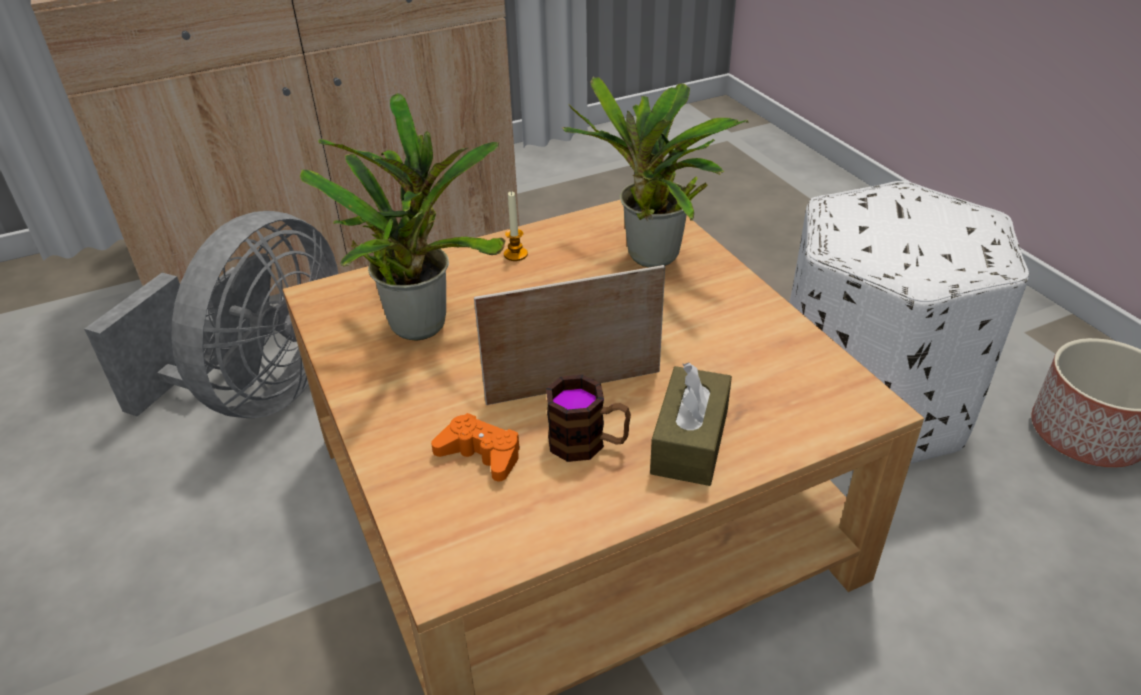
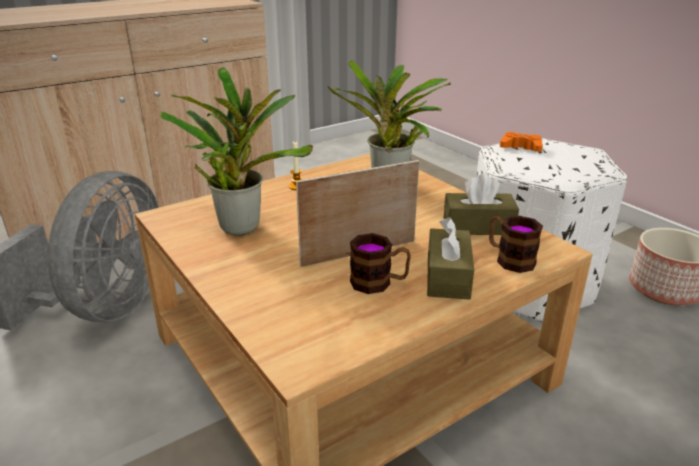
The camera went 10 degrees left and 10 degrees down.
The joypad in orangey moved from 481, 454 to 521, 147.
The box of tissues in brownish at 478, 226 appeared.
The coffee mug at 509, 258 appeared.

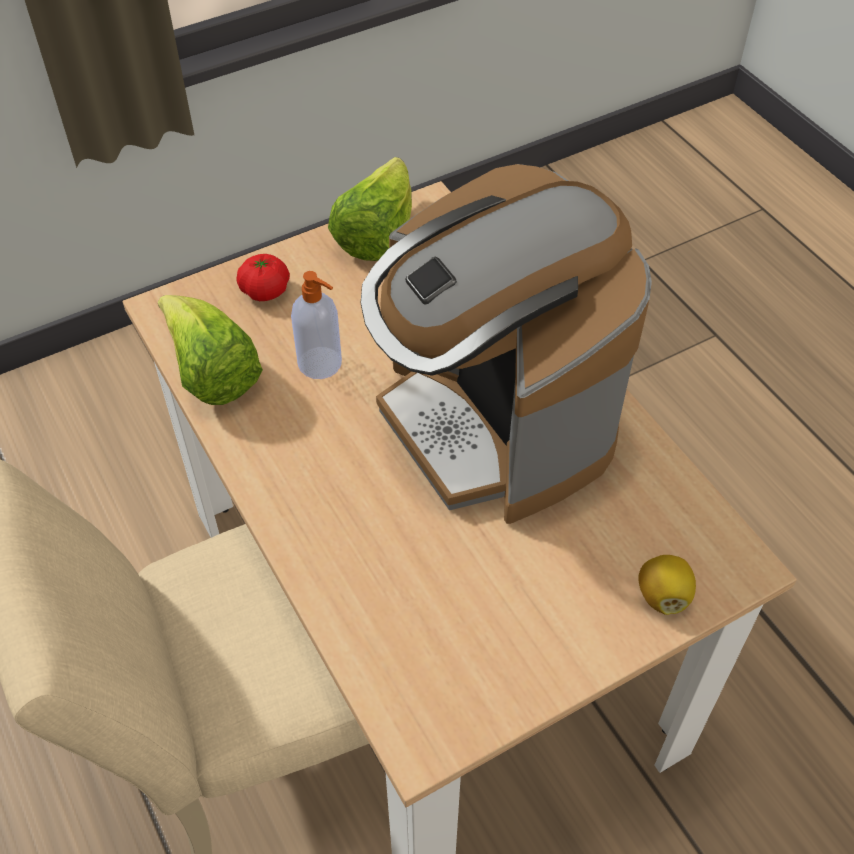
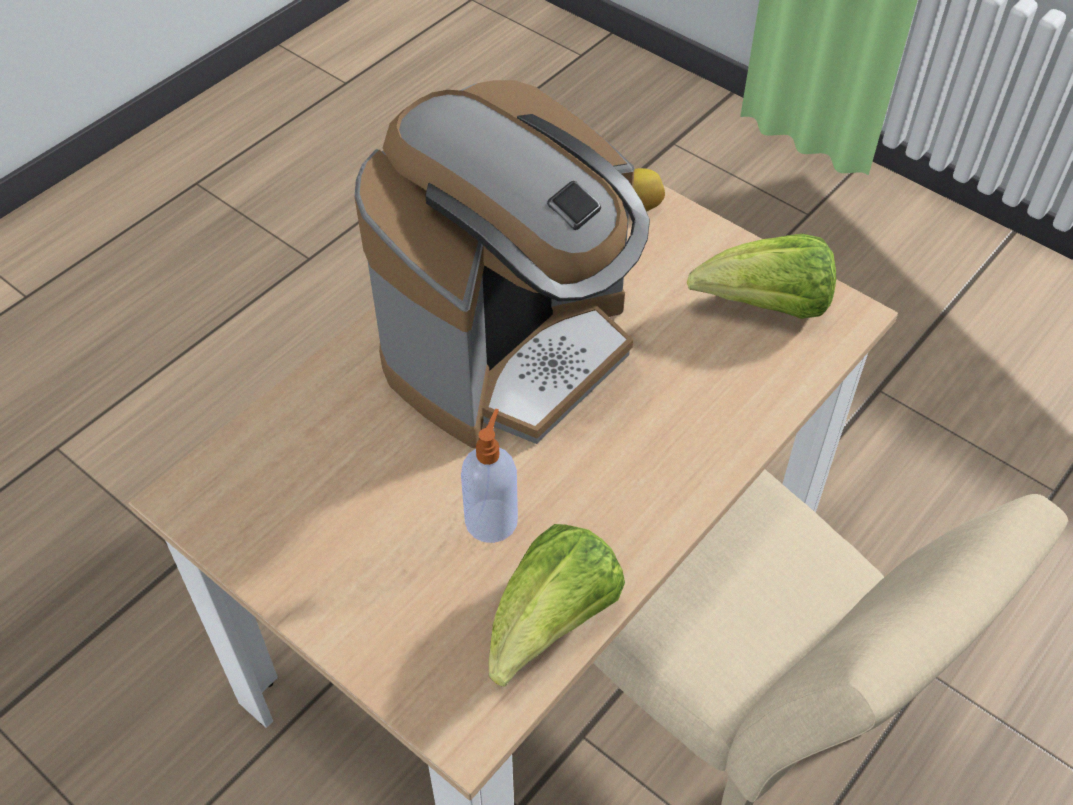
The camera went 110 degrees left and 0 degrees up.
The lettuce moved from 376, 235 to 766, 307.
The tomato at 265, 291 disappeared.

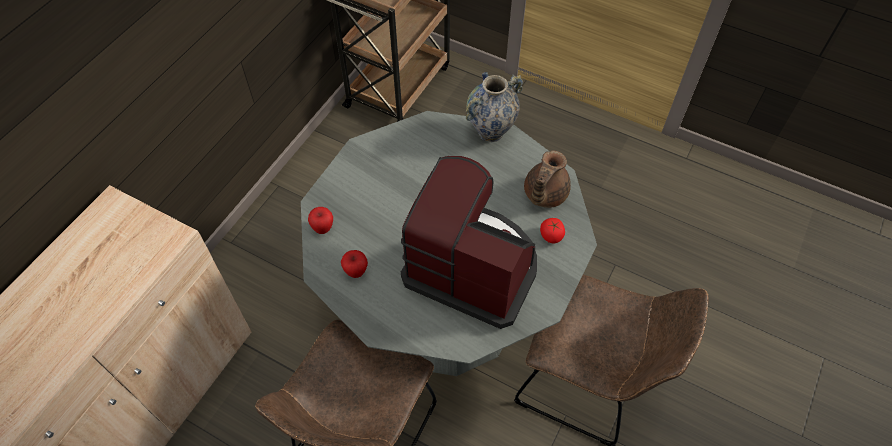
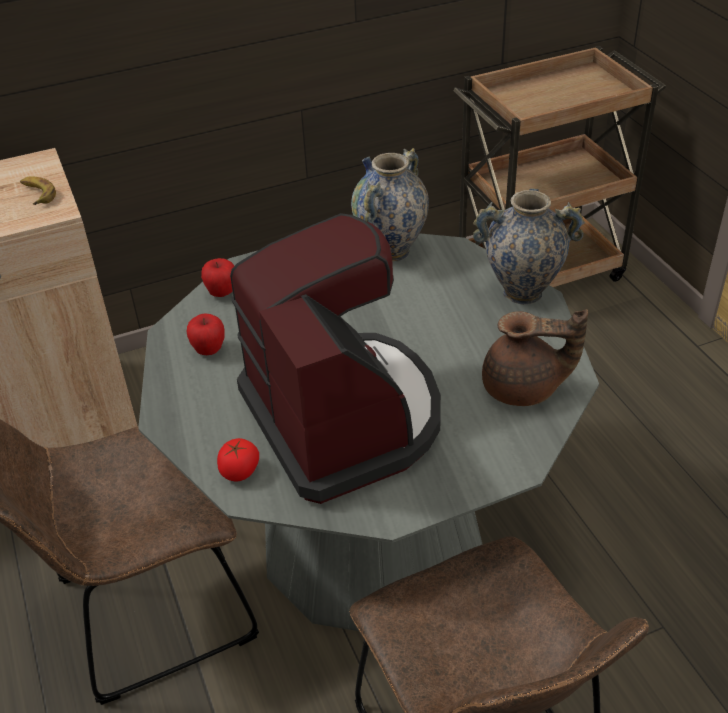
The camera went 40 degrees right and 15 degrees down.
The tea pot in brownish at 544, 194 turned 150 degrees counterclockwise.
The tomato moved from 551, 236 to 240, 471.
The vase at 391, 251 appeared.
The whole banana at 37, 194 appeared.

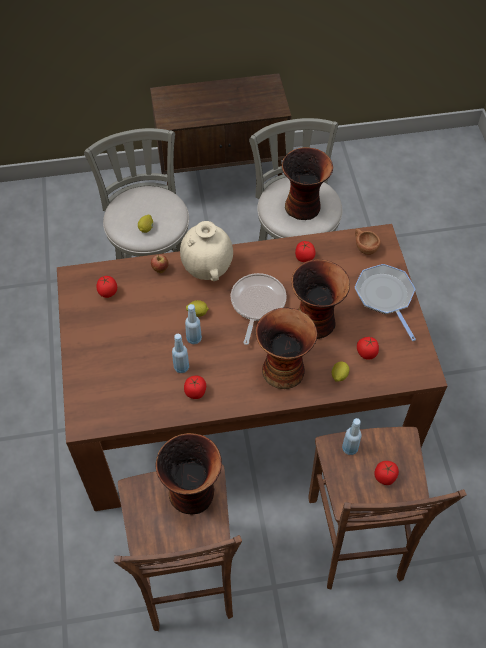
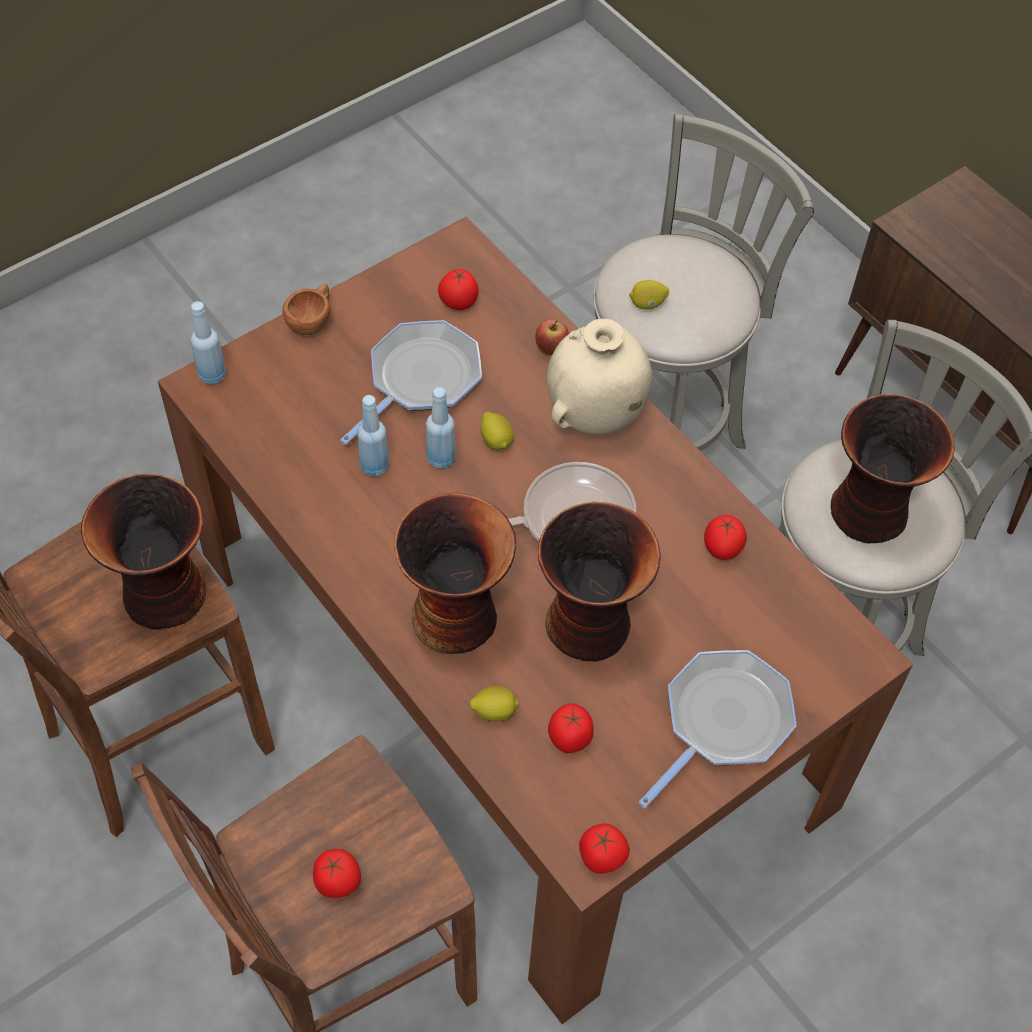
The camera went 60 degrees right and 0 degrees up.
The drinking cup in brownish moved from 364, 247 to 312, 321.
The tomato moved from 195, 392 to 602, 858.
The beverage bottle in blue moved from 350, 448 to 212, 375.
The skillet at 420, 379 appeared.

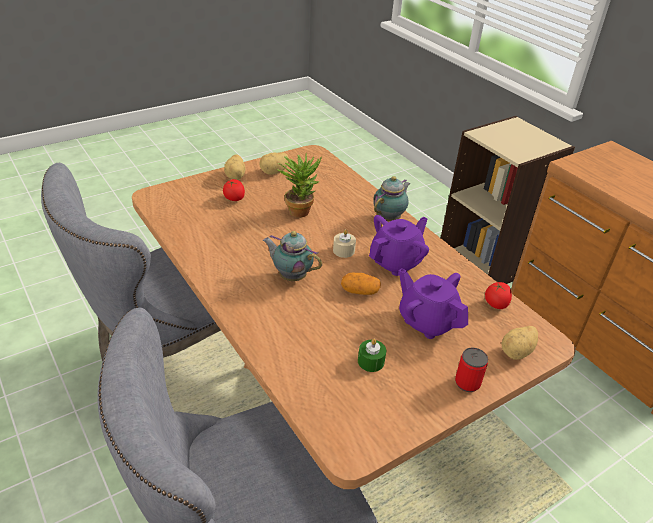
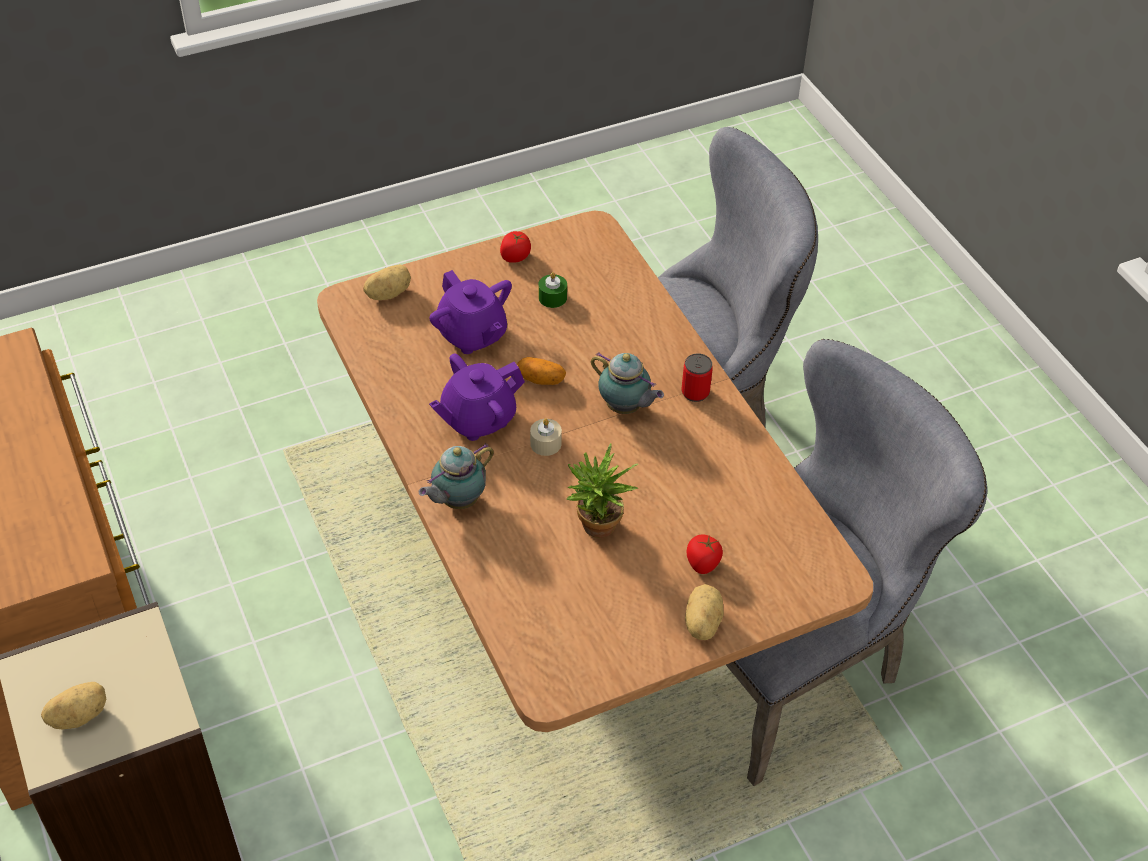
The camera went 170 degrees left and 10 degrees up.
The potato moved from 274, 172 to 79, 715.
The tomato moved from 496, 304 to 515, 257.
The can moved from 467, 383 to 695, 392.

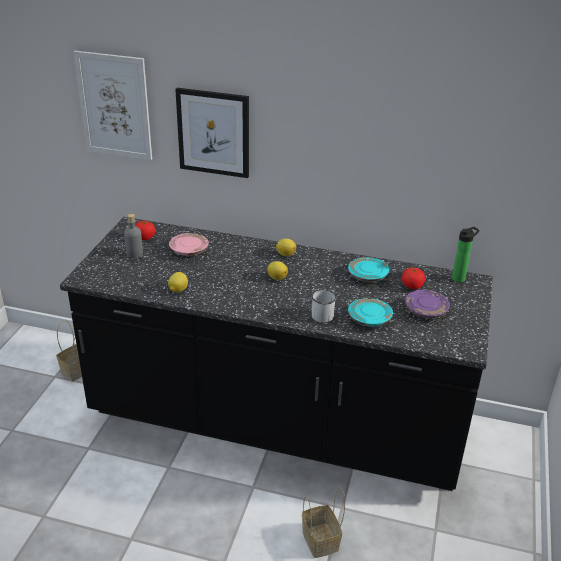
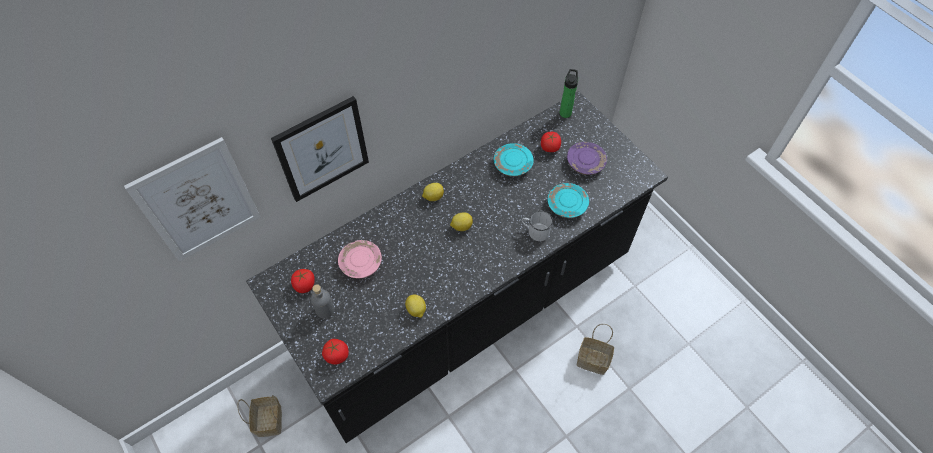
The camera went 50 degrees left and 25 degrees up.
The tomato at 337, 355 appeared.

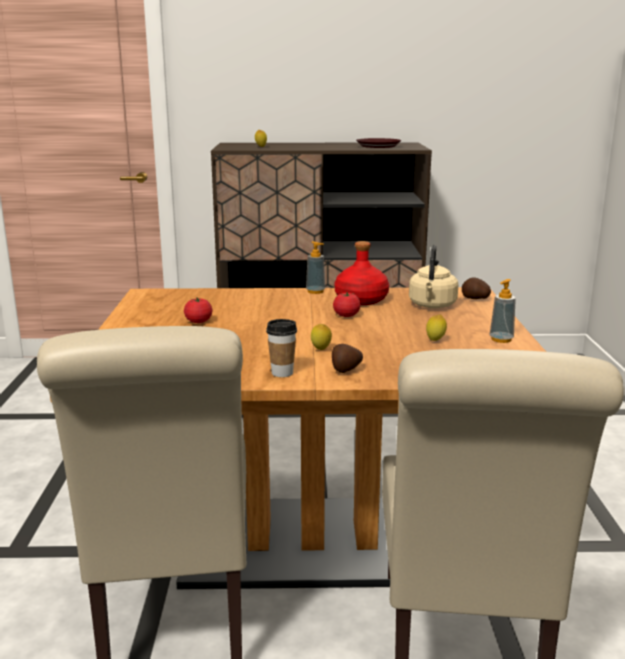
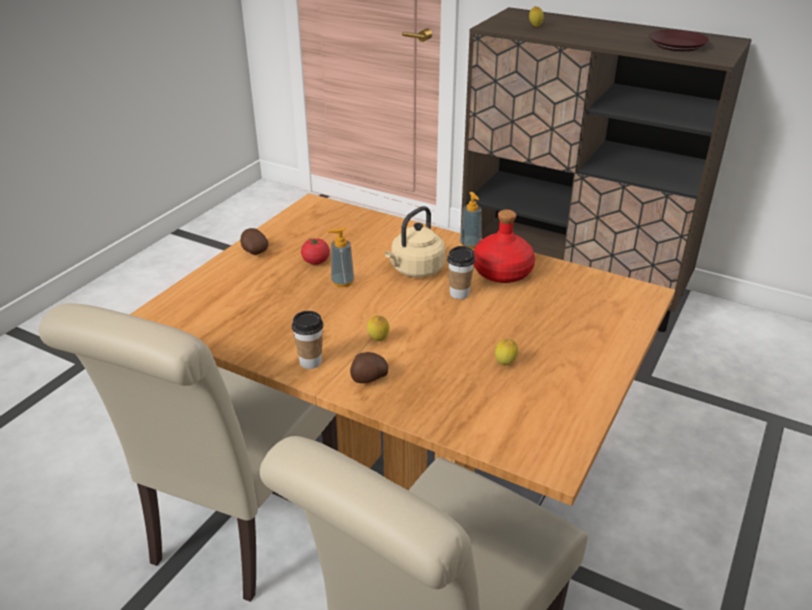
The camera went 30 degrees right and 15 degrees up.
The kettle in sand-coloured moved from 432, 306 to 415, 270.
The potato moved from 475, 299 to 254, 251.
The soap bottle moved from 501, 339 to 342, 282.
The tomato at 346, 315 was replaced by the drinking cup at 459, 294.

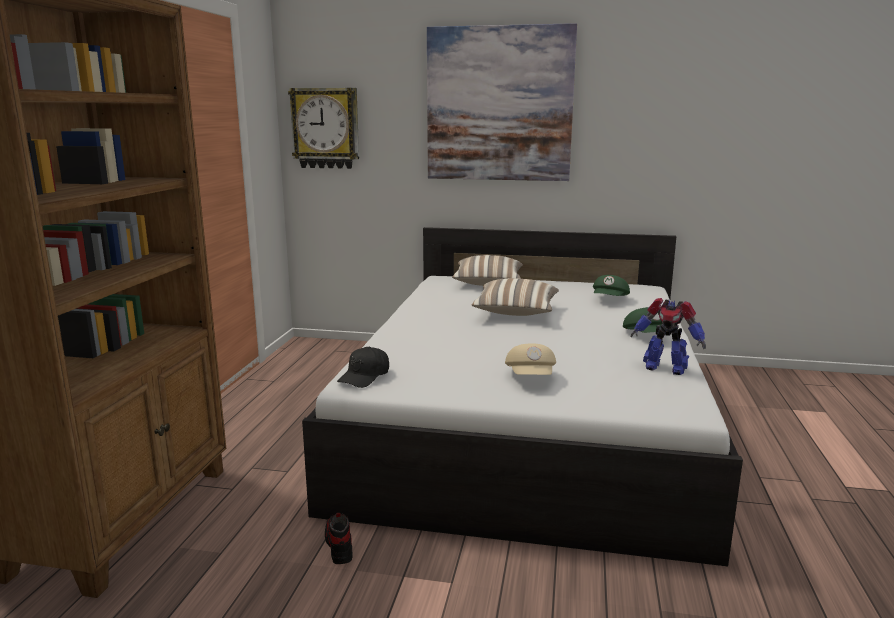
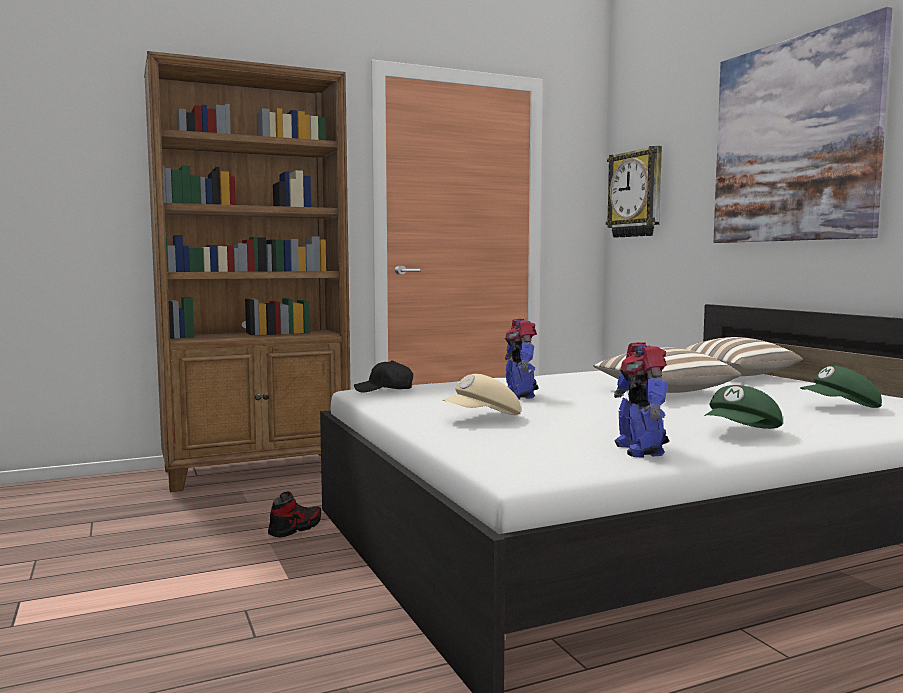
The camera went 55 degrees right and 10 degrees down.
The robot figure at 520, 395 appeared.

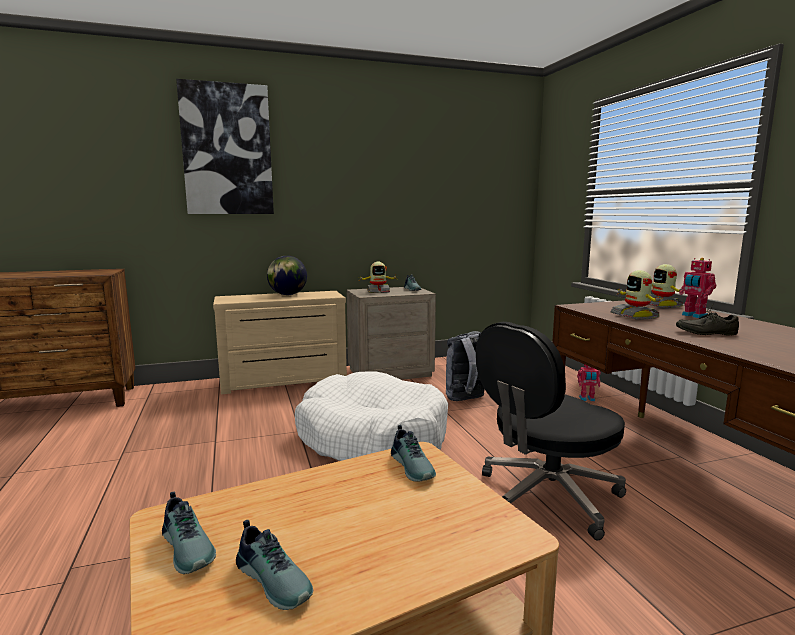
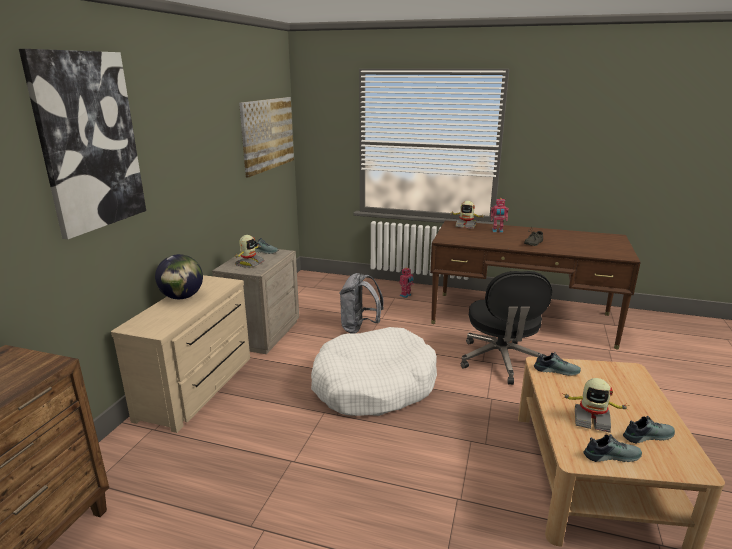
The camera went 55 degrees left and 10 degrees up.
The robot figure moved from 635, 316 to 591, 420.
The picture at 268, 134 appeared.

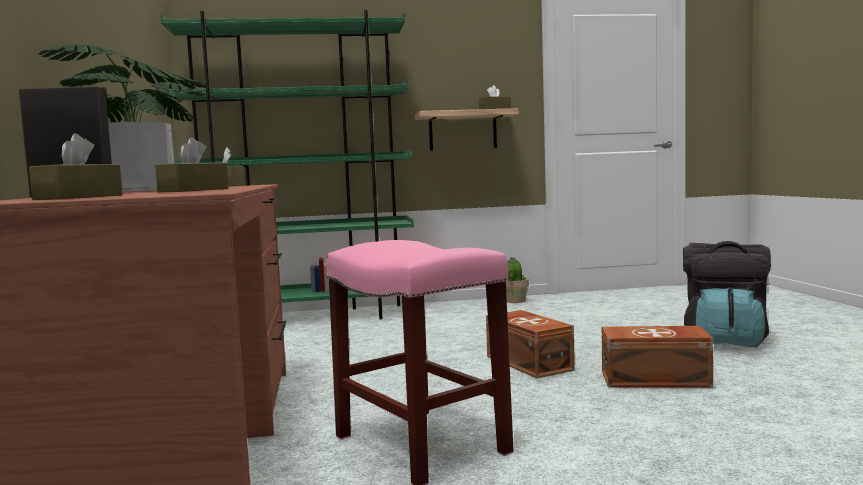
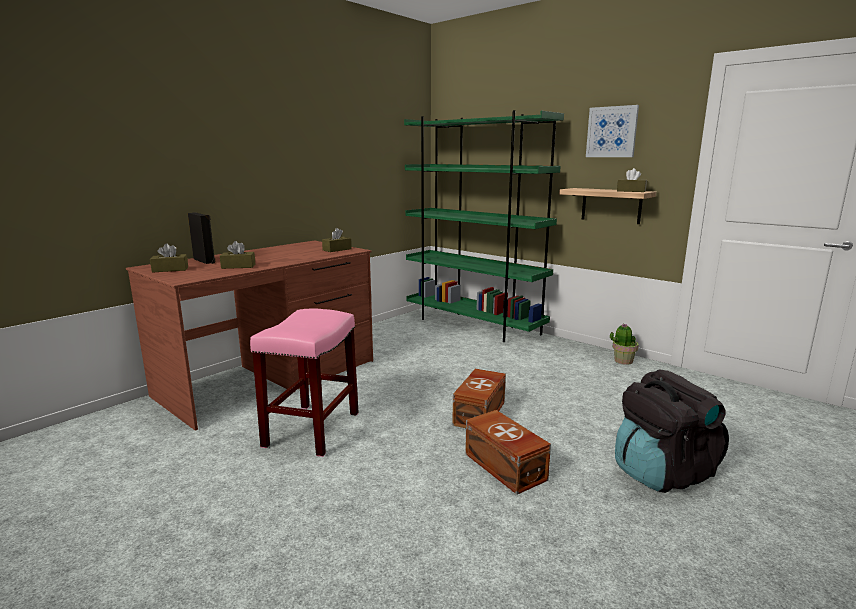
The camera went 50 degrees right and 10 degrees up.
The potted plant at 139, 190 disappeared.
The picture at 612, 132 appeared.

